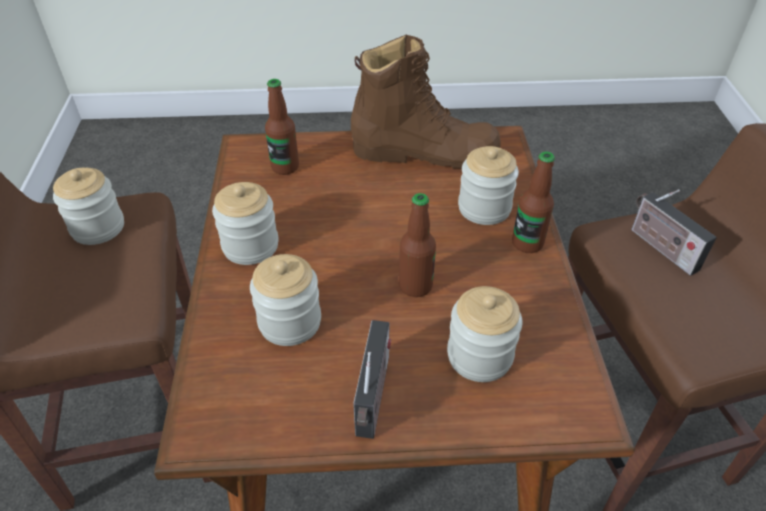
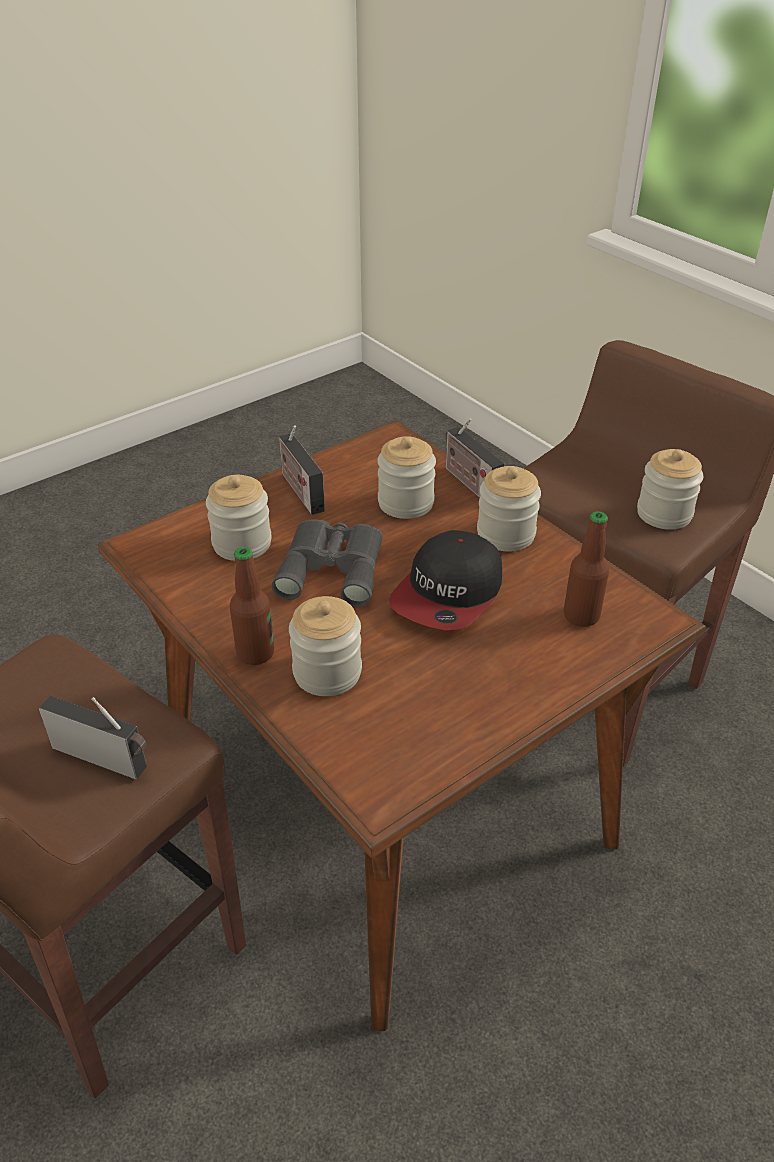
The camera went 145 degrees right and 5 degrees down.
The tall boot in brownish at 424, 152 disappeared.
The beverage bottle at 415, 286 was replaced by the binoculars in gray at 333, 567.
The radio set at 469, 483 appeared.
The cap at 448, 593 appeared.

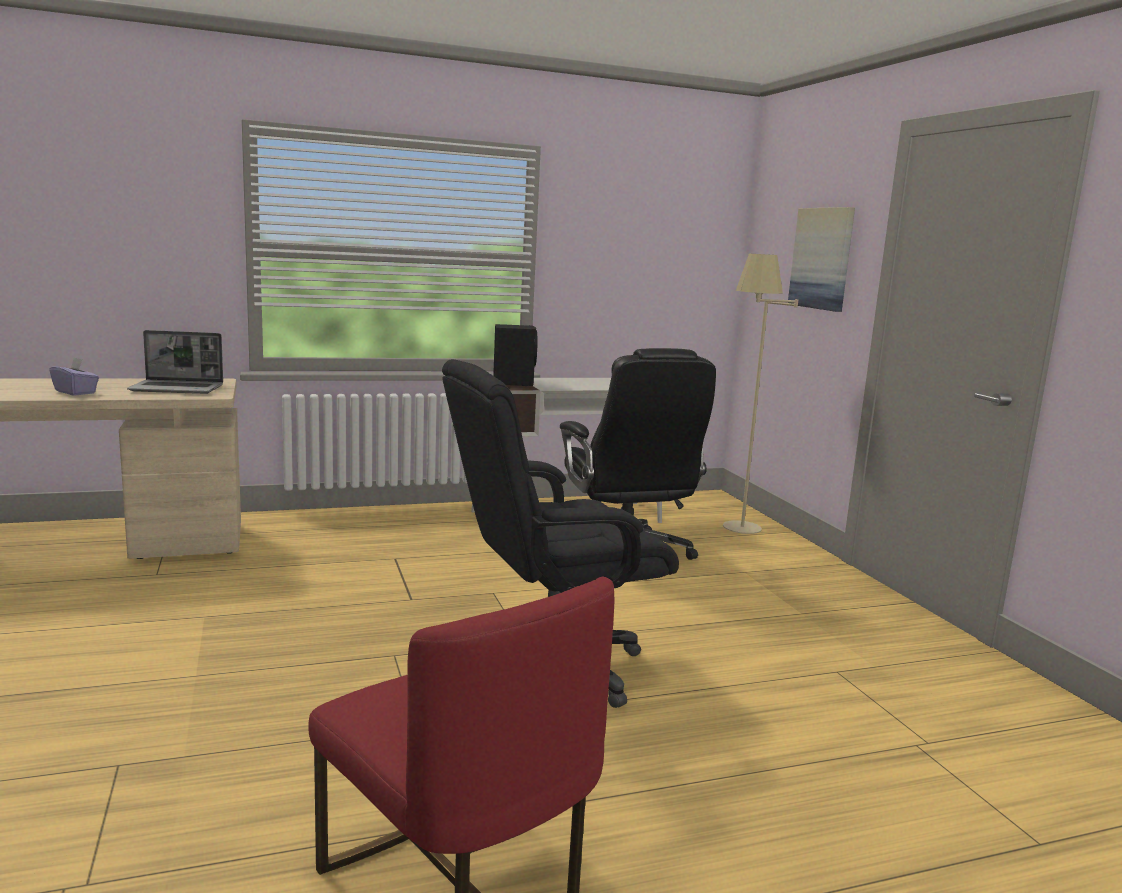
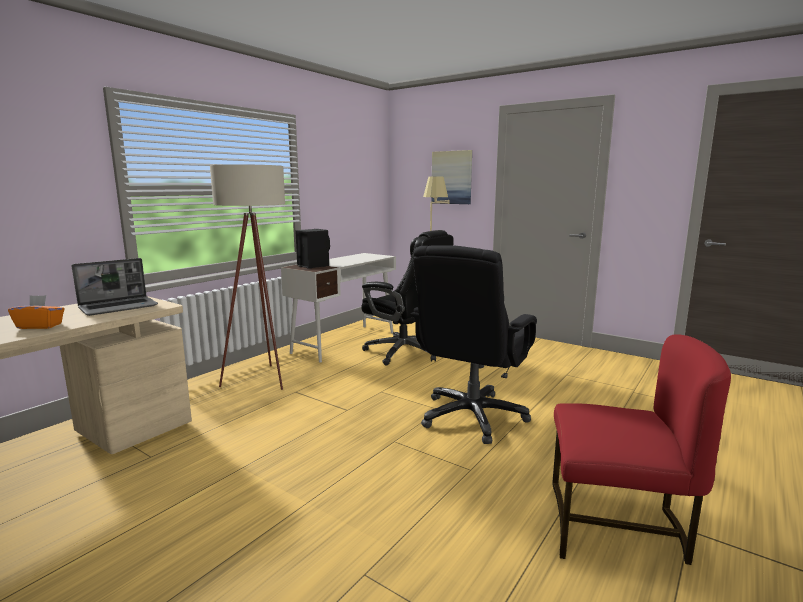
The camera went 35 degrees left and 0 degrees up.
The box of tissues in purple-coloured at 76, 392 became the box of tissues in orangey at 40, 326.
The floor lamp in sand-coloured at 261, 377 appeared.

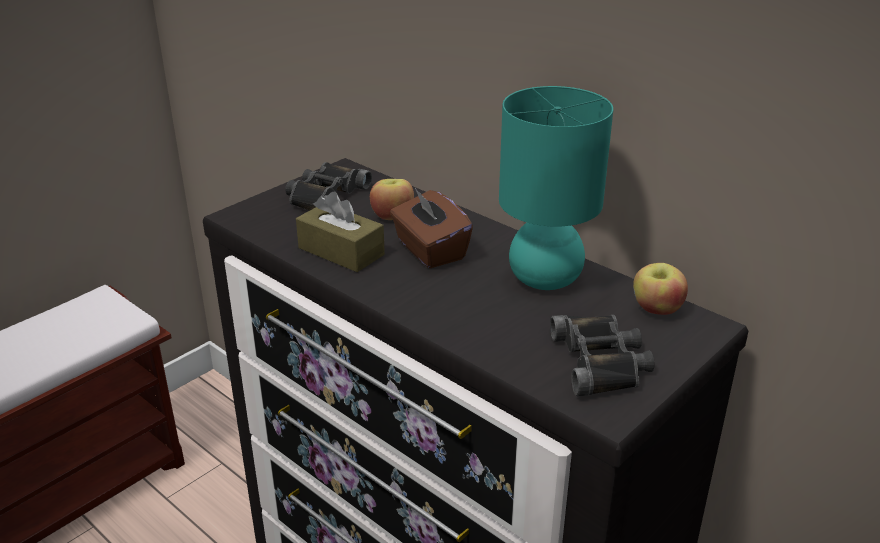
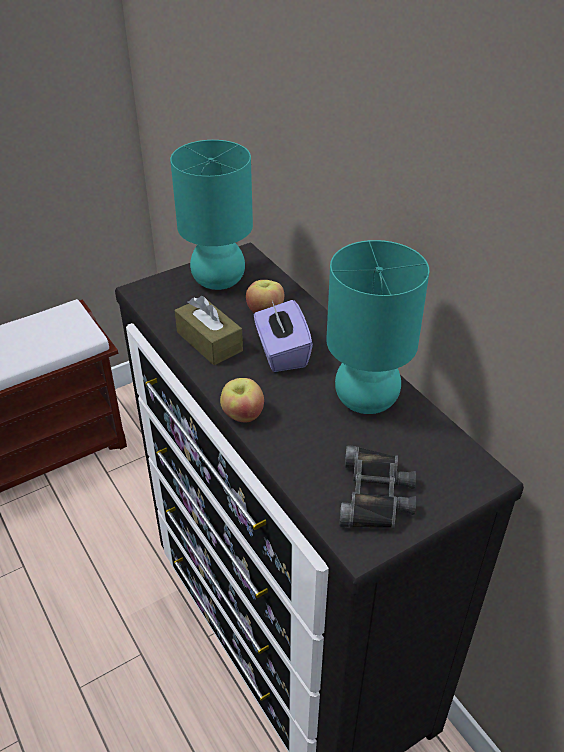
The camera went 15 degrees right and 10 degrees up.
The binoculars in blackish at 325, 196 was replaced by the tabletop lamp in turquoise-coloured at 218, 281.
The box of tissues in brownish at 429, 250 became the box of tissues in purple-coloured at 281, 353.
The whole apple moved from 656, 309 to 242, 415.

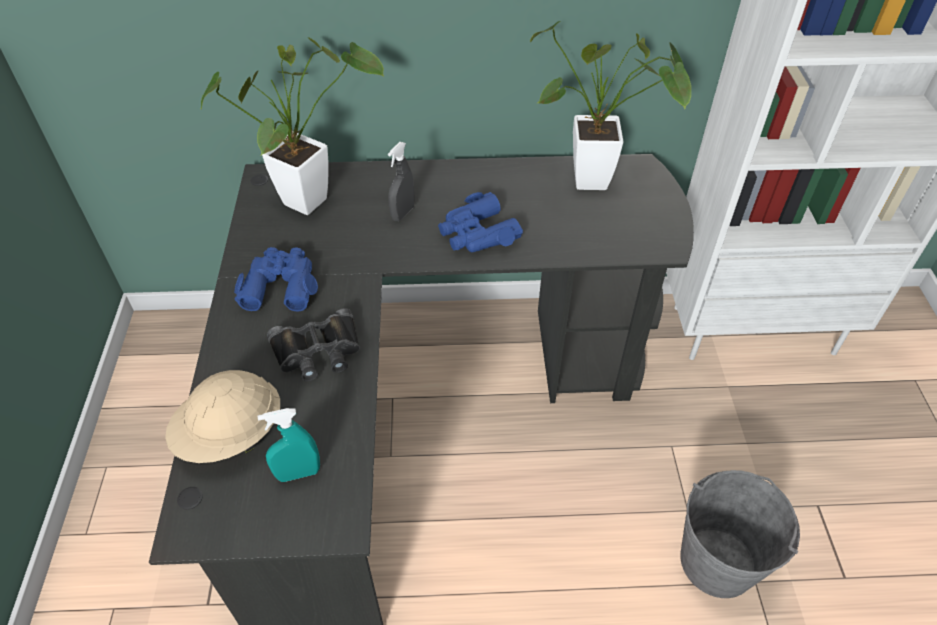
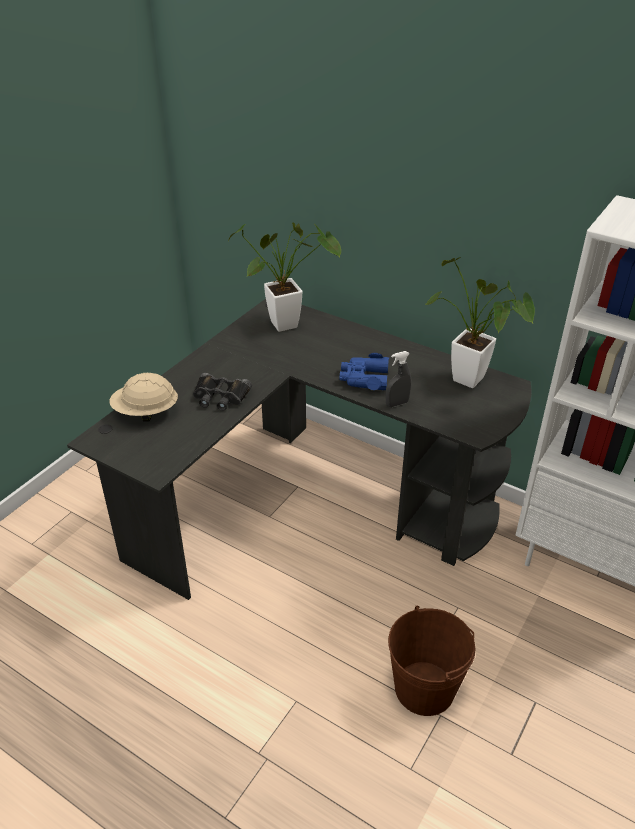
The camera went 35 degrees right and 10 degrees down.
The hand sprayer in gray moved from 403, 213 to 397, 404.
The binoculars in blue at 280, 285 disappeared.
The hand sprayer in turquoise-coloured at 298, 473 disappeared.
The pail in gray at 717, 561 became the pail in brownish at 424, 688.

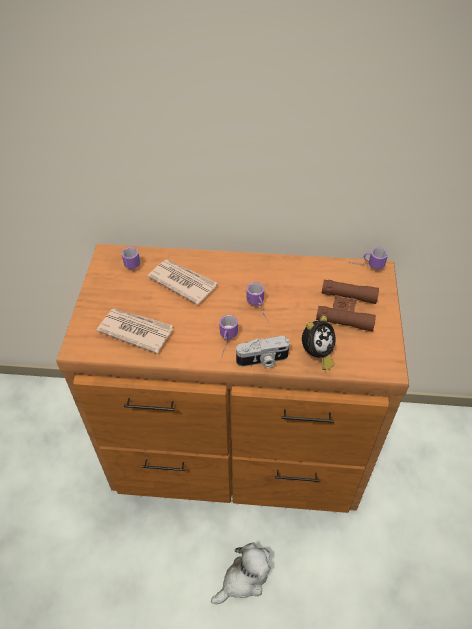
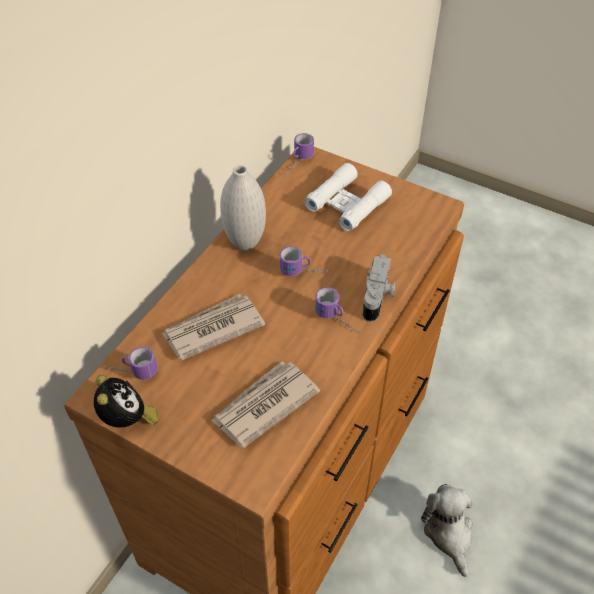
The camera went 65 degrees left and 0 degrees up.
The binoculars in brownish at 346, 309 became the binoculars in whitish at 347, 203.
The alarm clock moved from 317, 354 to 127, 420.
The vase in whitish at 245, 243 appeared.

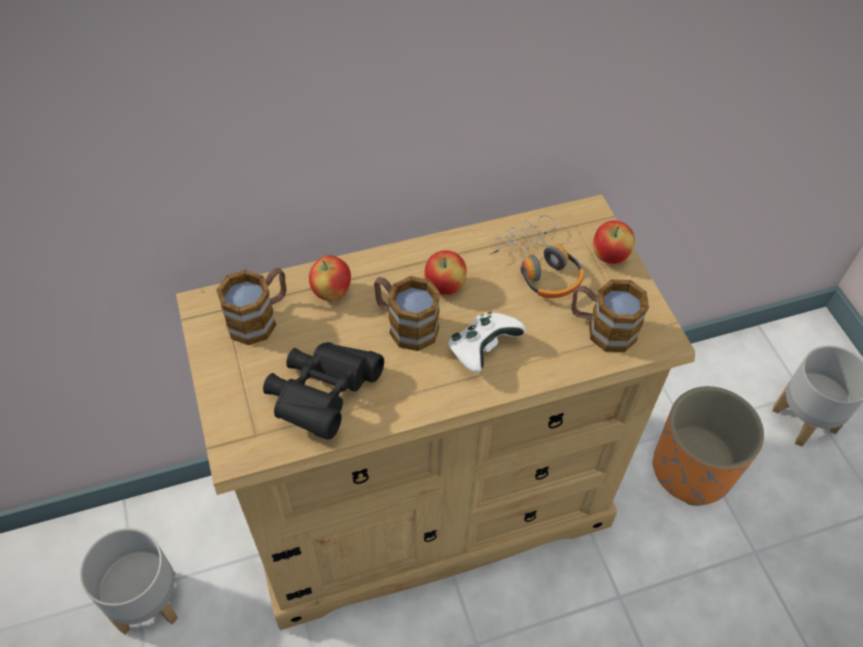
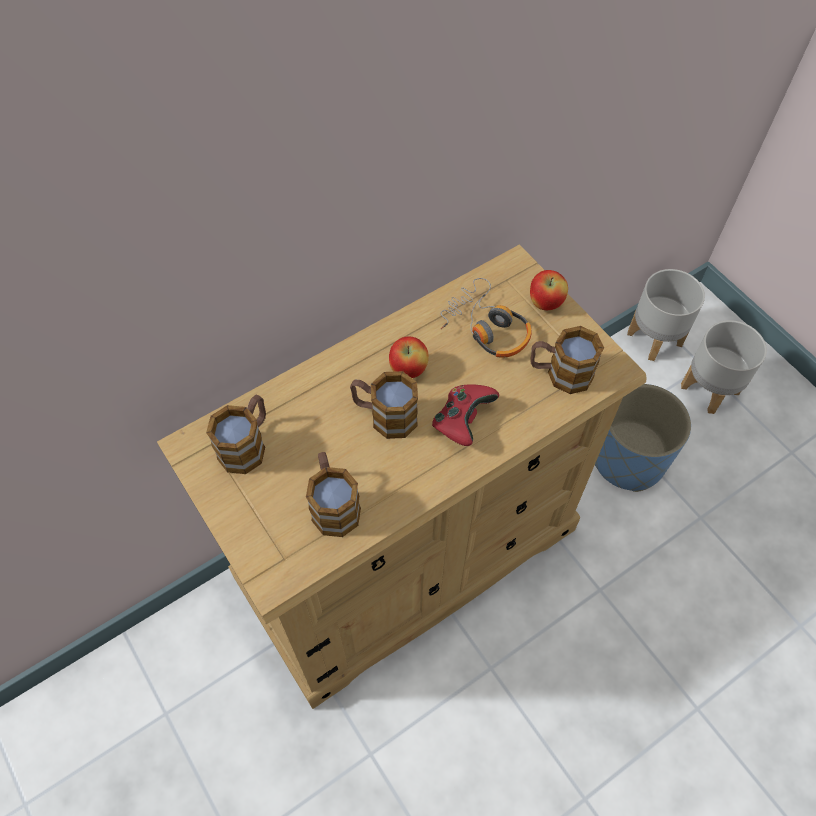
The camera went 15 degrees left and 5 degrees up.
The whole apple at 331, 293 disappeared.
The joypad in whitish at 482, 350 became the joypad in reddish at 462, 421.
The binoculars in blackish at 323, 396 was replaced by the coffee mug at 333, 504.
The planter in orangey at 692, 469 became the planter in blue at 629, 459.
The planter in gray moved from 147, 600 to 654, 337.

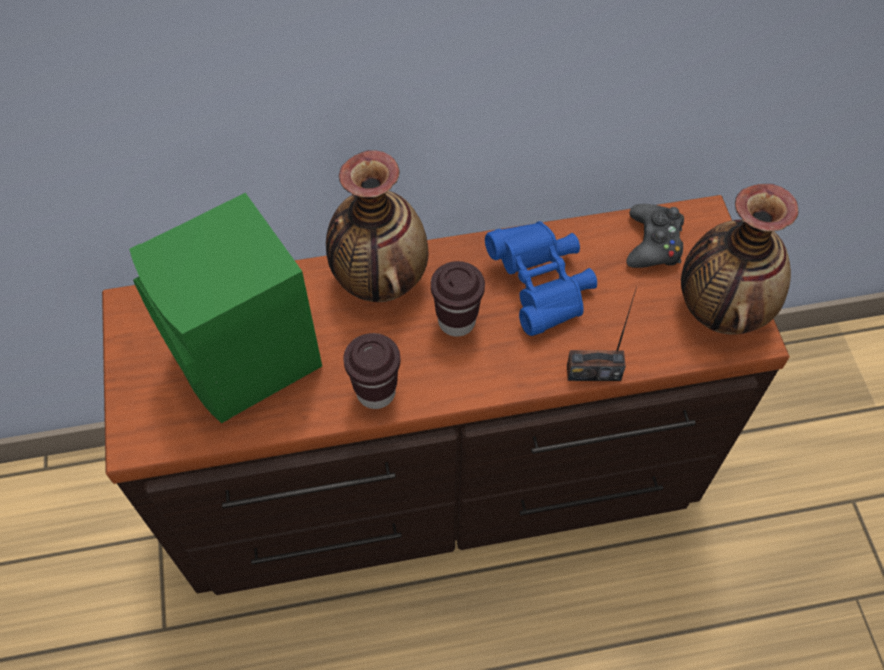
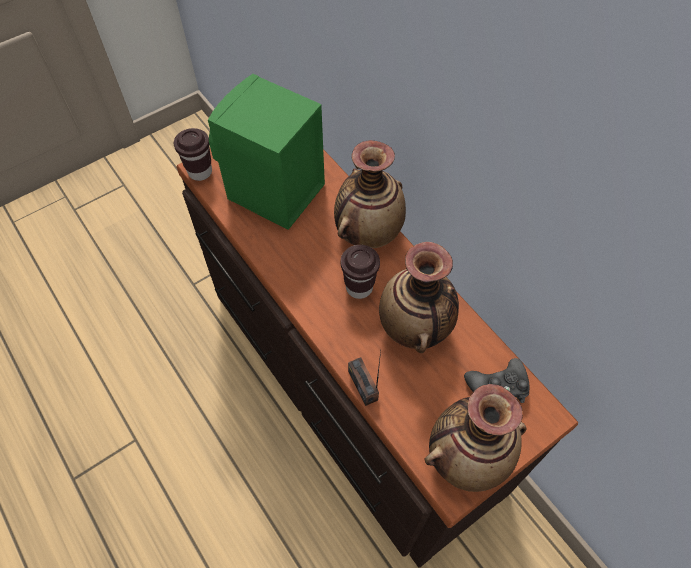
The camera went 65 degrees right and 0 degrees up.
The binoculars in blue at 541, 286 was replaced by the vase at 415, 327.
The drinking cup in brownish moved from 376, 392 to 200, 172.

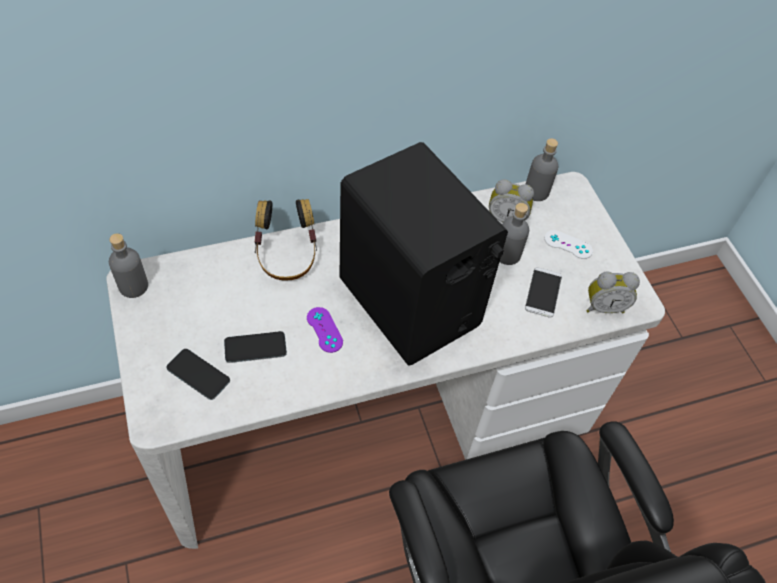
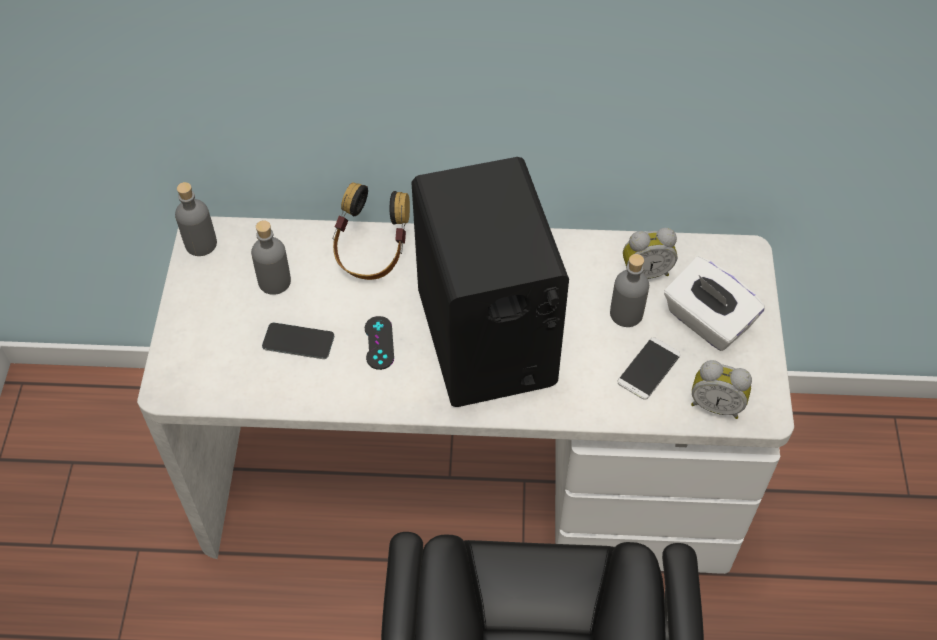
The camera went 25 degrees right and 0 degrees up.
The beverage bottle in gray moved from 536, 191 to 274, 281.
The alarm clock at 506, 218 turned 45 degrees counterclockwise.
The joypad in whitish at 568, 244 was replaced by the box of tissues in whitish at 707, 321.
The joypad in purple-coloured at 324, 330 became the joypad in blackish at 379, 343.
The telephone at 198, 374 disappeared.

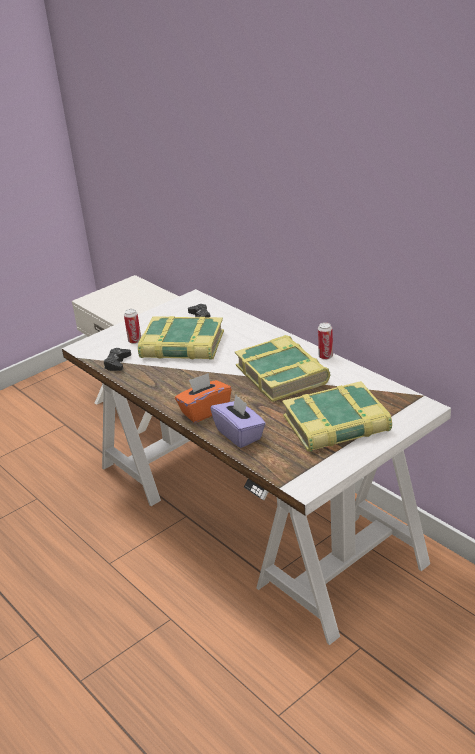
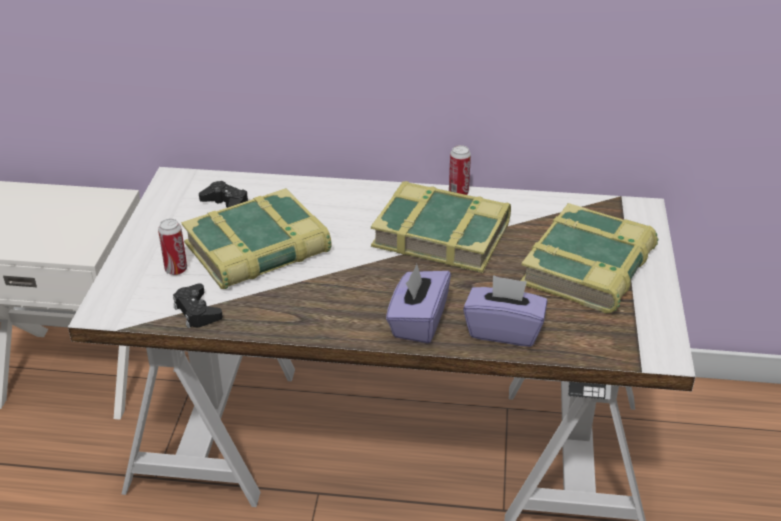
The camera went 45 degrees left and 5 degrees up.
The box of tissues in orangey at 204, 411 became the box of tissues in purple-coloured at 418, 322.

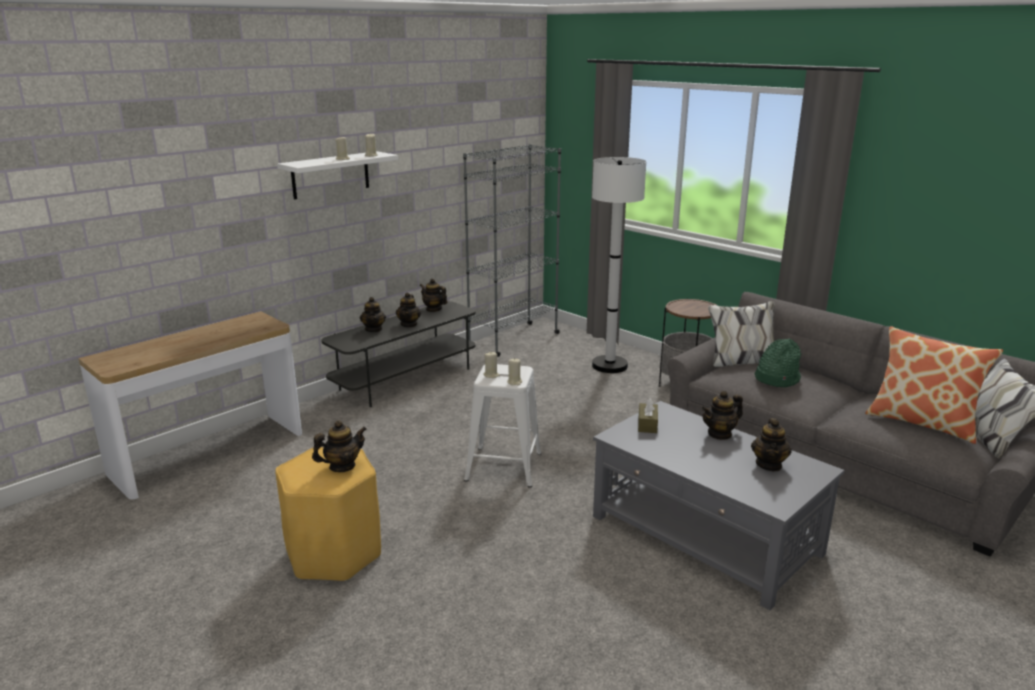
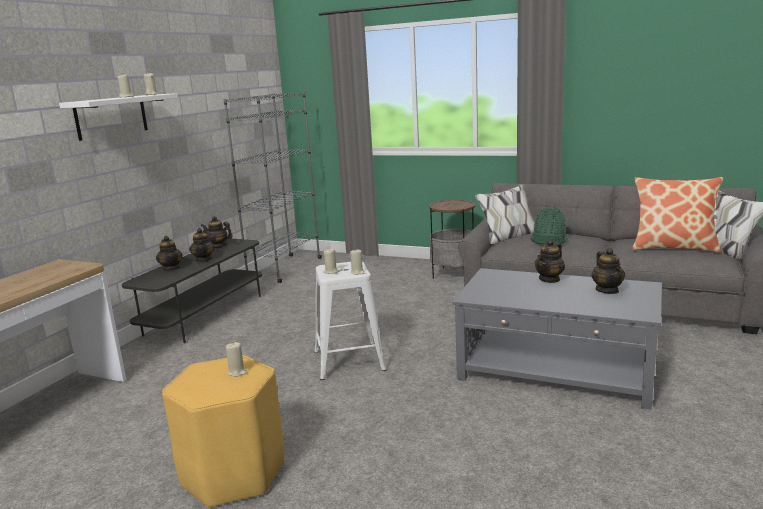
The camera went 20 degrees left and 5 degrees down.
The floor lamp in whitish at 609, 365 disappeared.
The box of tissues in brownish at 647, 424 disappeared.
The tea pot at 342, 466 was replaced by the wax candle in sand-coloured at 237, 372.

